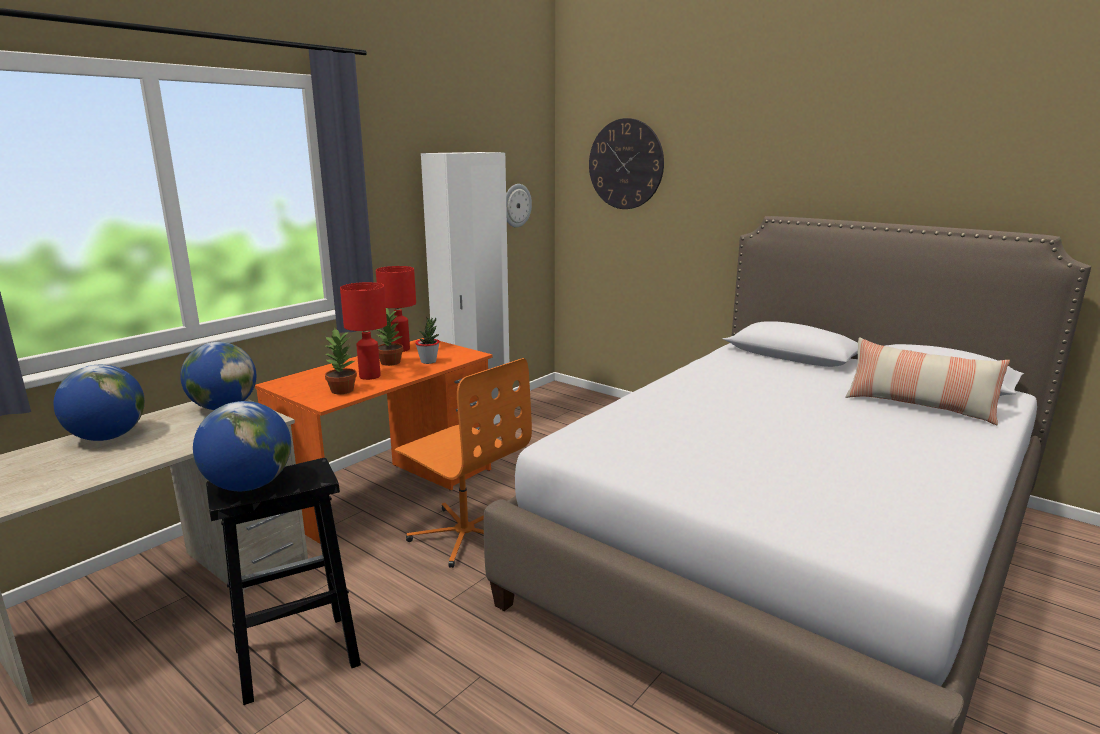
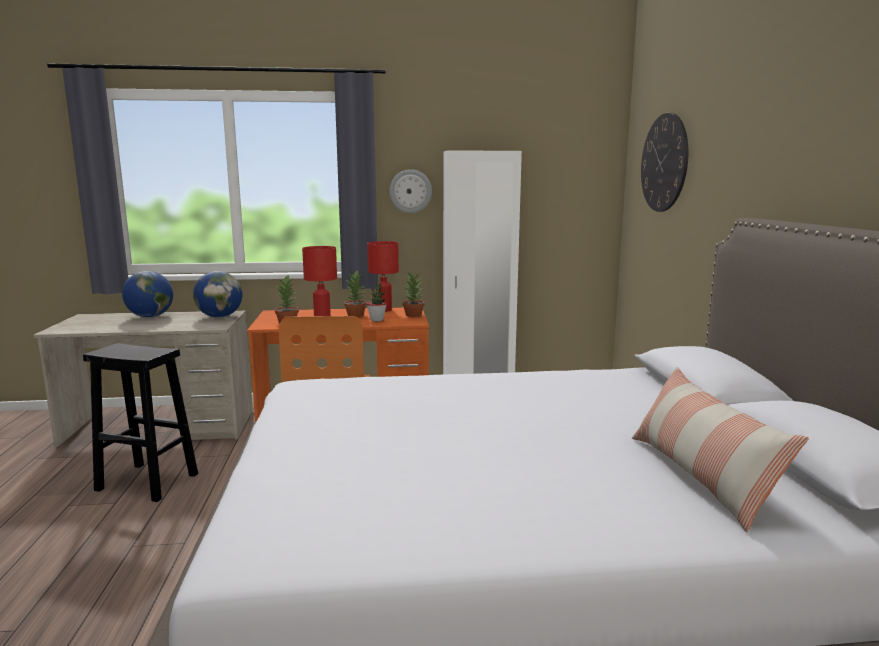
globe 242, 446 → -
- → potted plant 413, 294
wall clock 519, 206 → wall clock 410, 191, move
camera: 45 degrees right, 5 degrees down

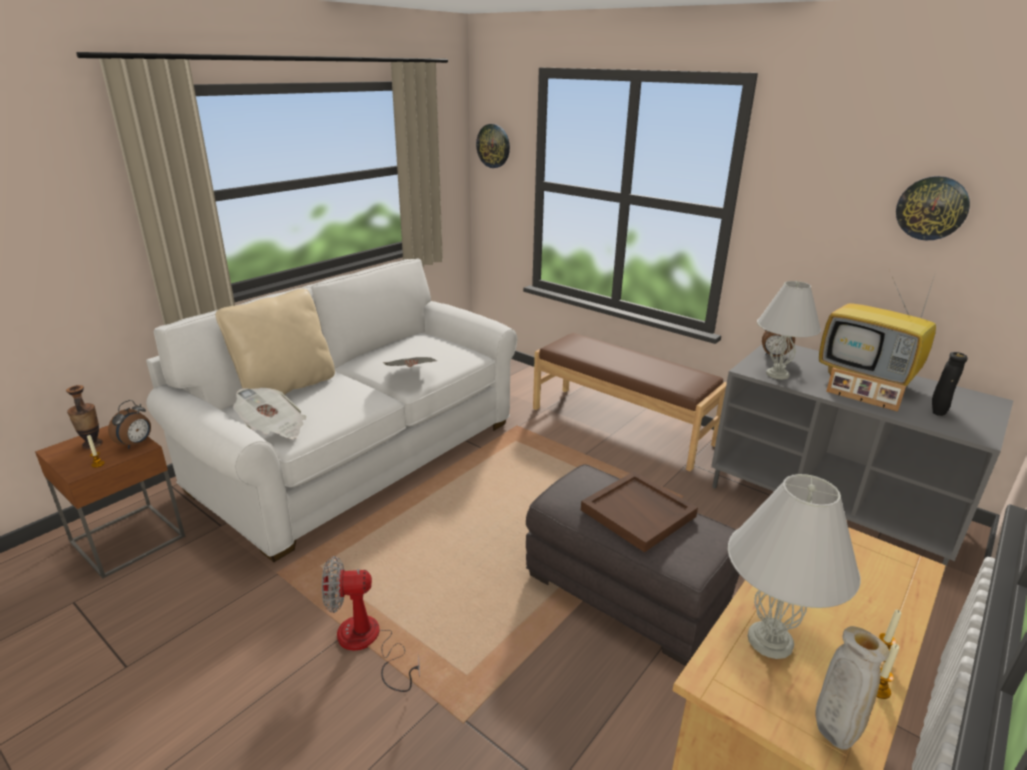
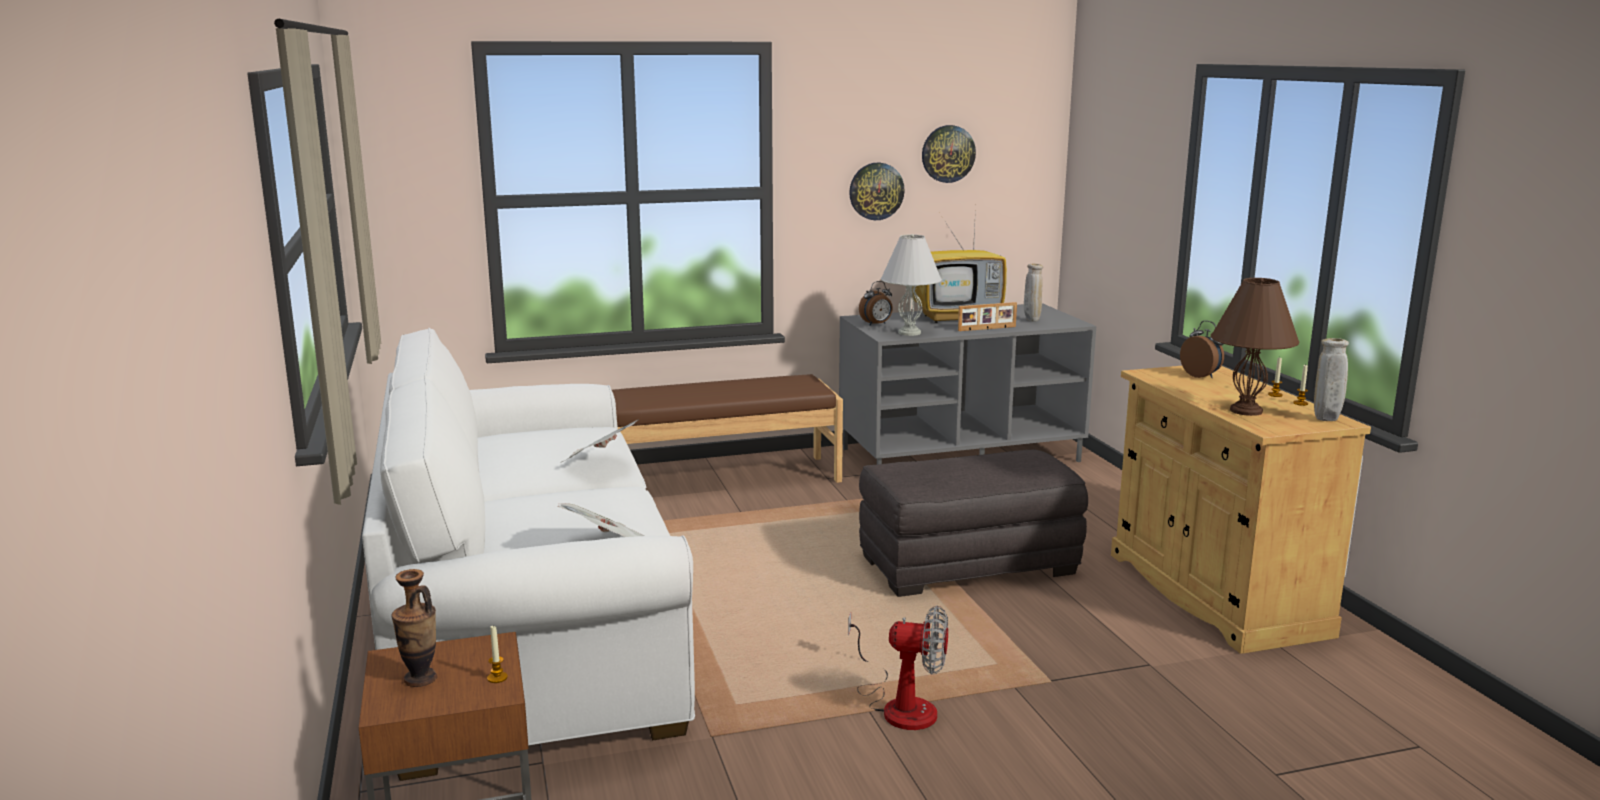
beige pillow 275, 342 → -
brown tray 639, 512 → -
alarm clock 129, 424 → alarm clock 1202, 349, move
wall clock 493, 146 → wall clock 877, 191, move
white table lamp 794, 566 → brown table lamp 1255, 347
black vase 950, 384 → beige vase 1033, 292
fan 371, 624 → fan 898, 668, 105 degrees counterclockwise
camera: 55 degrees left, 10 degrees down

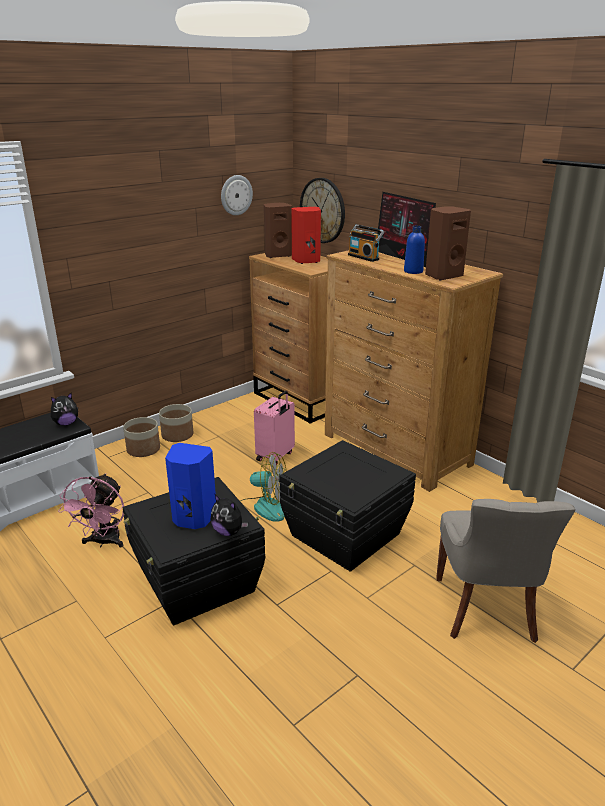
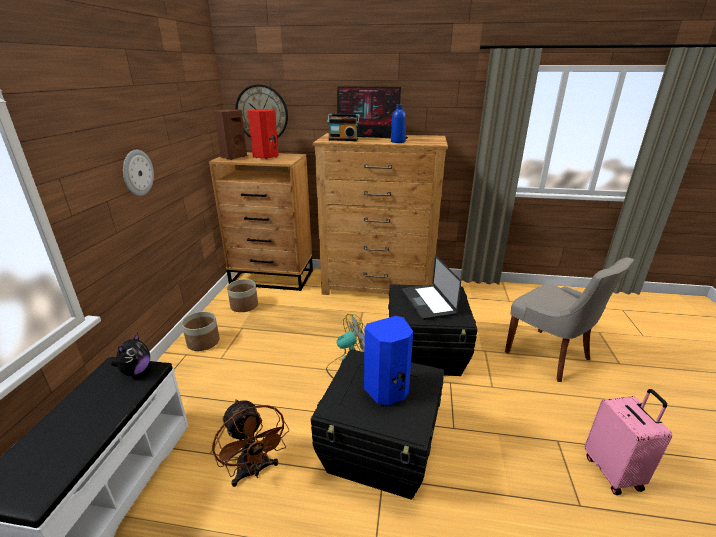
plush toy 229, 515 → -
brown speaker 448, 243 → -
- → laptop 431, 287
planter 141, 437 → planter 242, 295, move
wall clock 237, 195 → wall clock 138, 173, move
pink suitcase 274, 428 → pink suitcase 628, 442, move
pink fan 91, 510 → brown fan 250, 443
camera: 40 degrees left, 0 degrees up

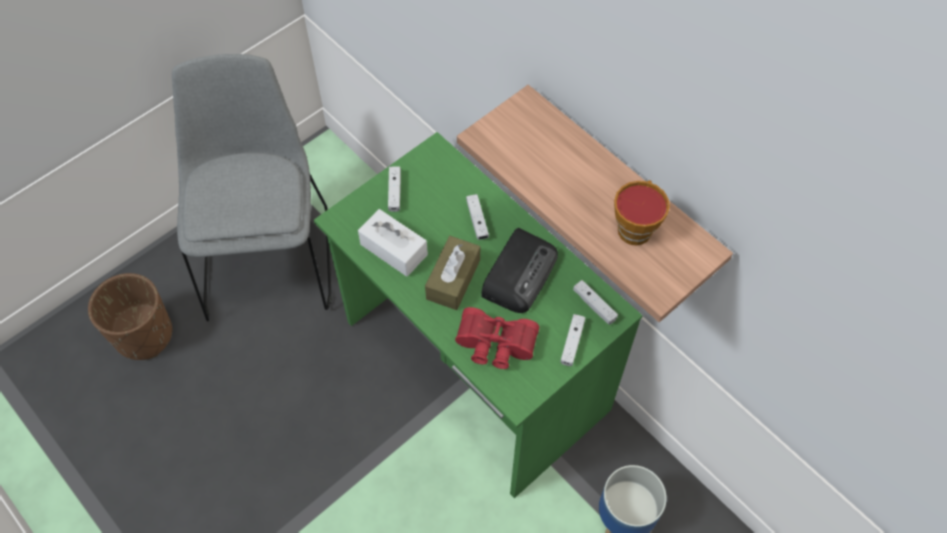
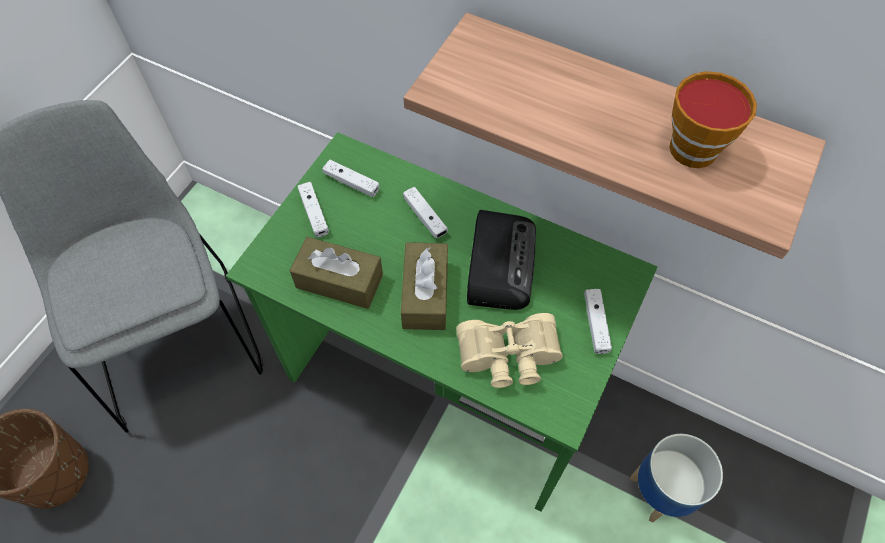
white game controller 595, 302 → white game controller 351, 178, move
white tissue box 393, 243 → brown tissue box 336, 273
red binoculars 497, 338 → beige binoculars 509, 350
camera: 20 degrees left, 0 degrees up

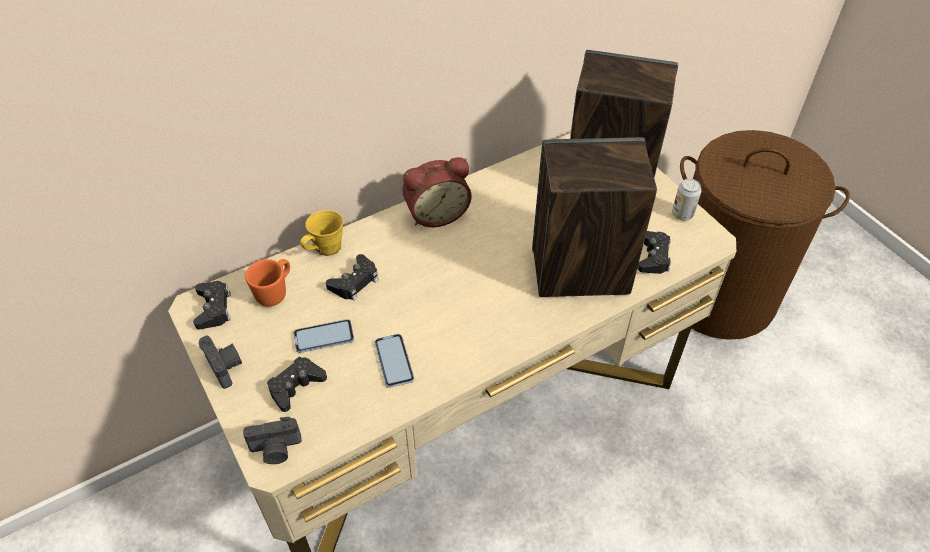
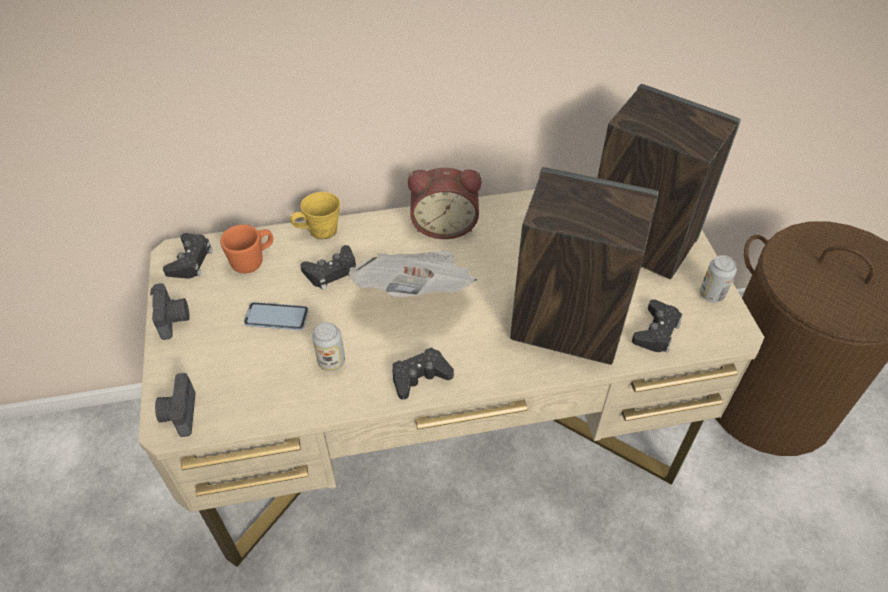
- → newspaper 413, 273
black game controller 297, 384 → black game controller 423, 373, move
phone 394, 361 → can 328, 346
photo camera 272, 440 → photo camera 175, 405, 75 degrees clockwise
camera: 20 degrees right, 0 degrees up

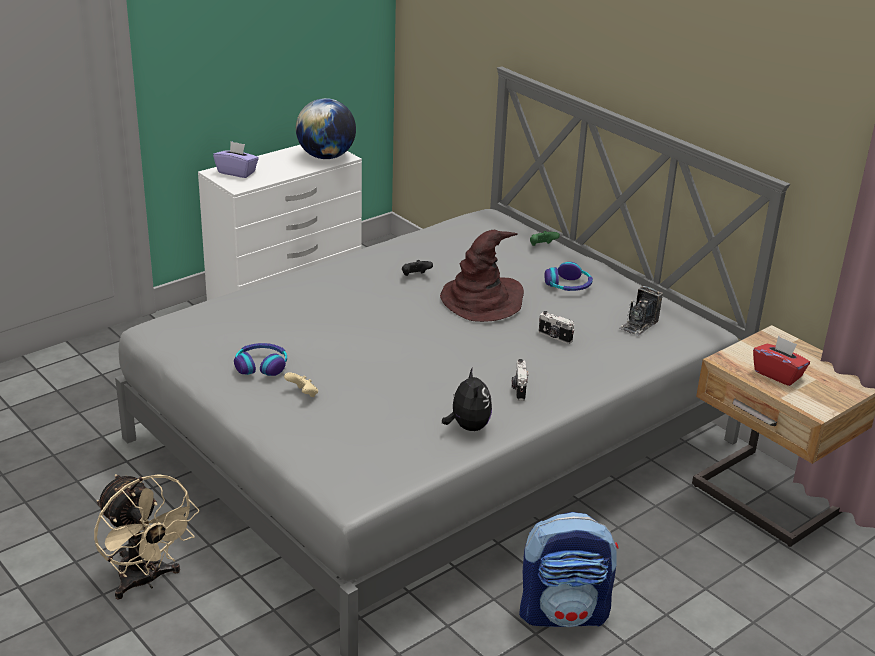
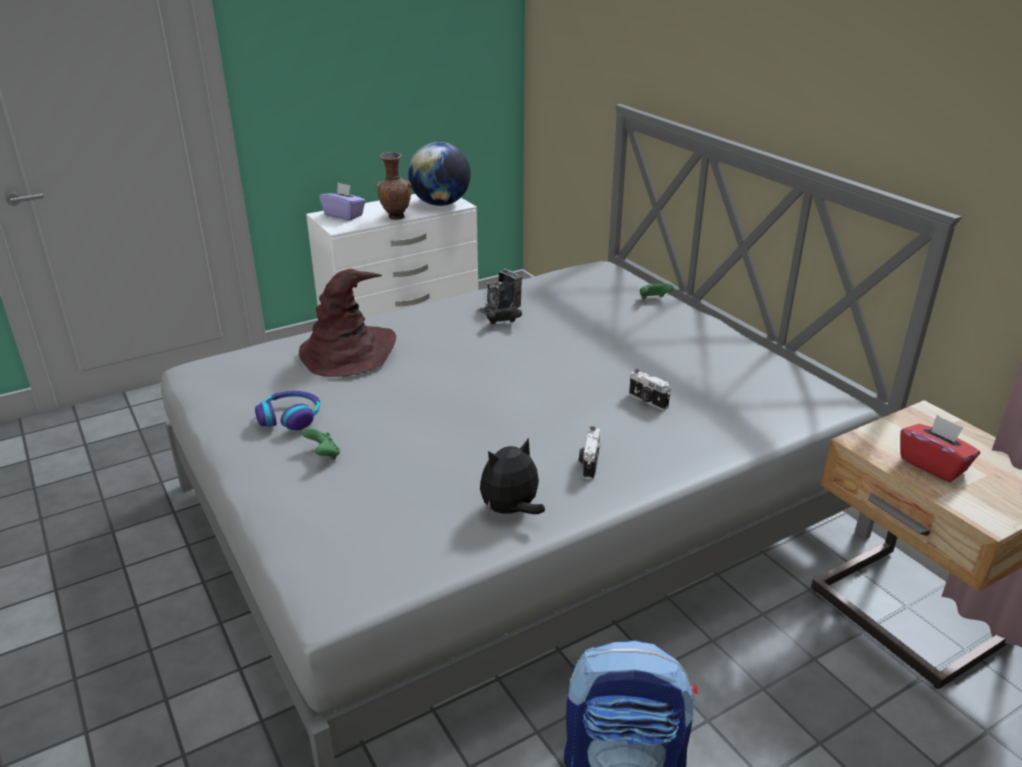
beige fan 147, 536 → -
headphones 568, 276 → -
- → brown vase 393, 186
brown hat 482, 276 → brown hat 347, 323, move
photo camera 641, 311 → photo camera 499, 292, move
beige game controller 301, 384 → green game controller 320, 444
plush toy 467, 399 → plush toy 512, 476, 120 degrees counterclockwise
camera: 10 degrees right, 0 degrees up

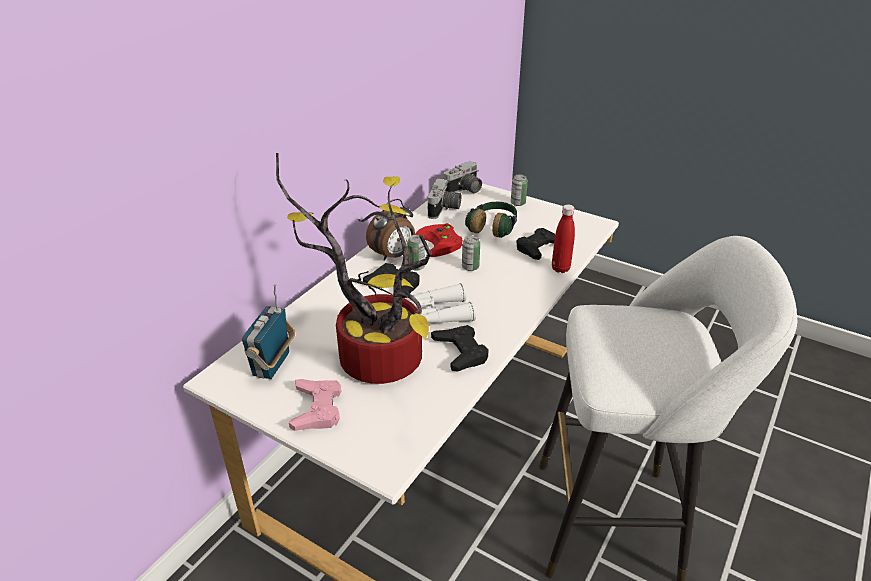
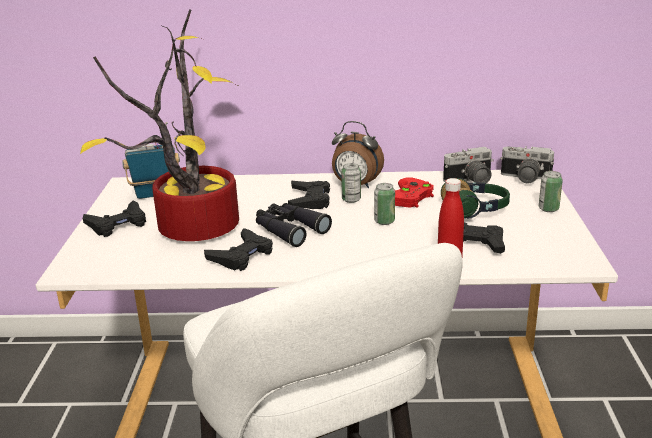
pink game controller 315, 405 → black game controller 114, 219
white binoculars 443, 303 → black binoculars 294, 225
camera: 60 degrees right, 10 degrees down

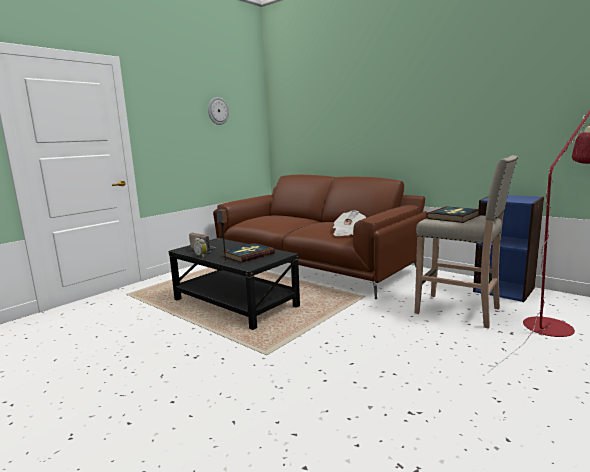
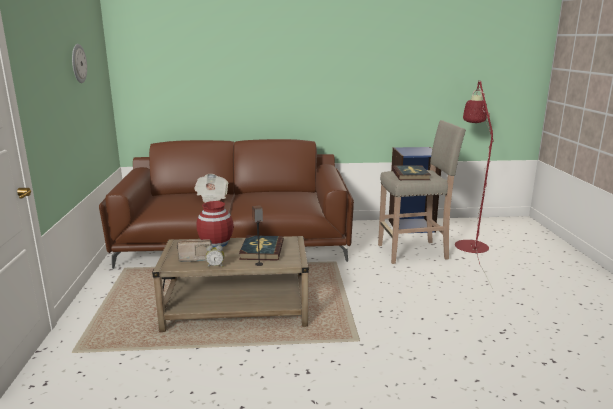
- → red vase 215, 224
newspaper 349, 223 → newspaper 211, 188, move
black coffee table 234, 284 → beige coffee table 230, 284
camera: 45 degrees left, 5 degrees up

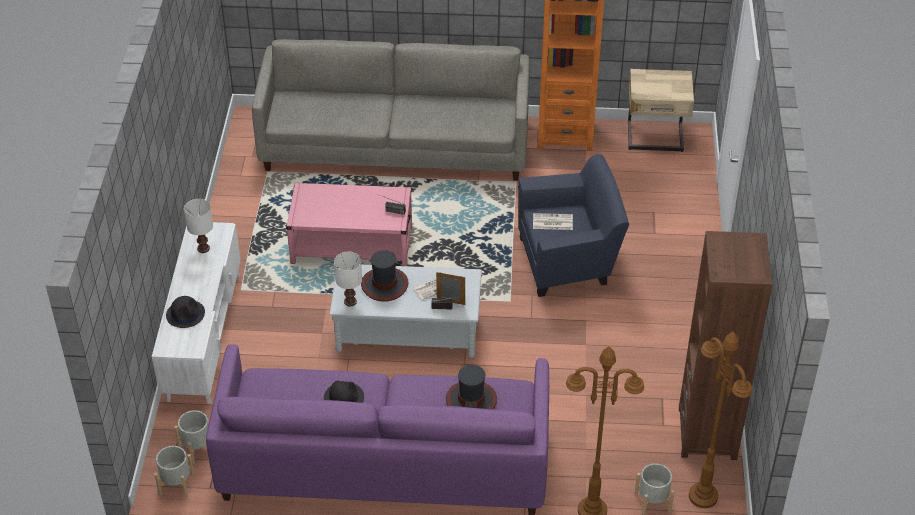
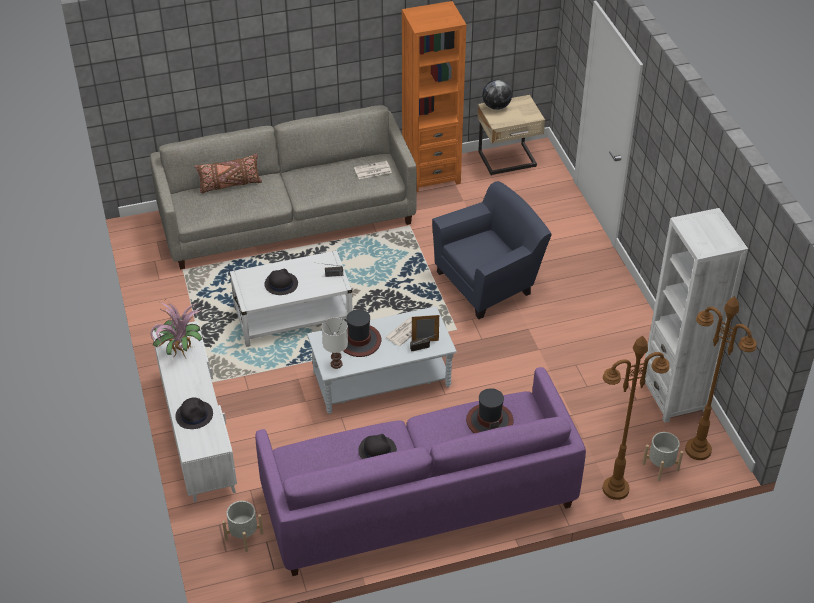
grey planter 174, 472 → -
- → brown pillow 228, 173
- → black hat 281, 282
- → globe 497, 95
newspaper 553, 221 → newspaper 373, 170, move
white table lamp 198, 226 → potted plant 176, 328
pink coffee table 349, 224 → white coffee table 291, 298
brown bookcase 726, 345 → white bookcase 696, 315
camera: 20 degrees left, 0 degrees up

